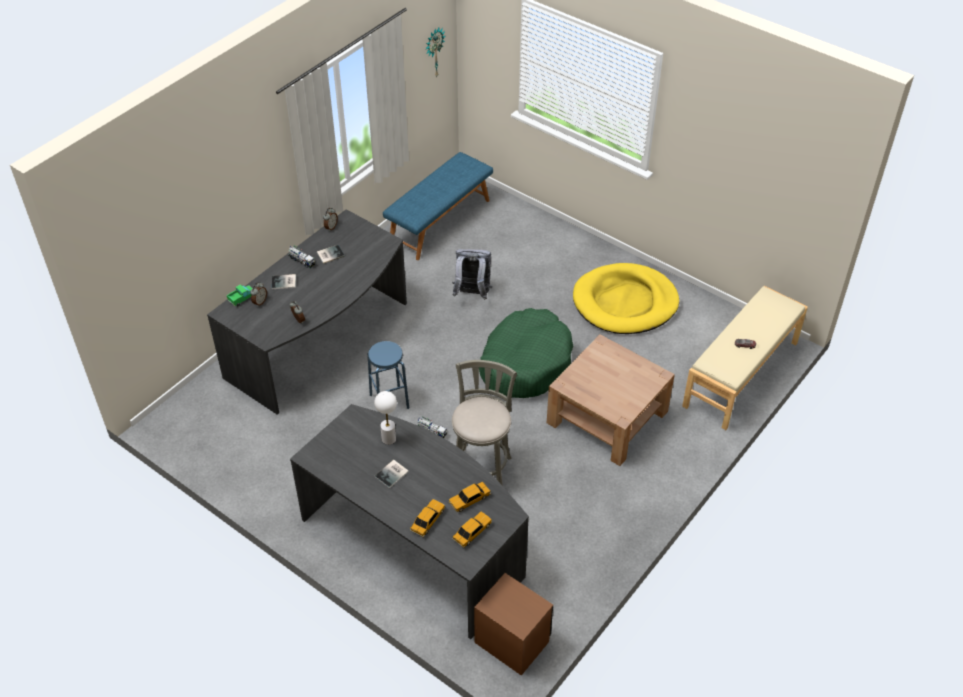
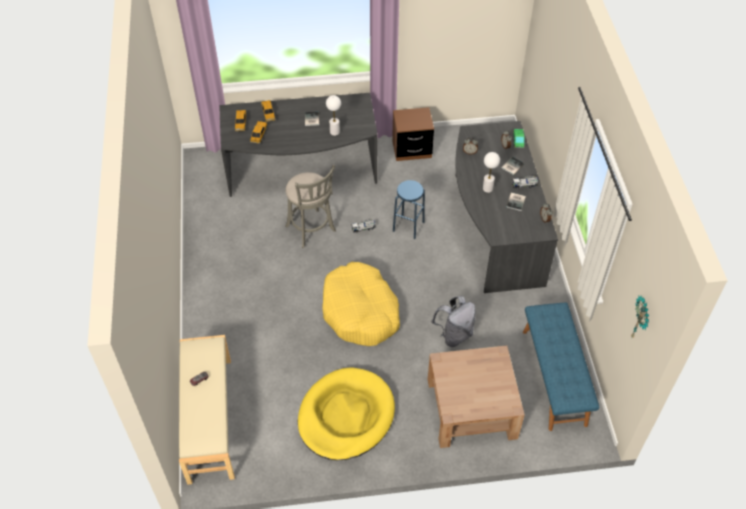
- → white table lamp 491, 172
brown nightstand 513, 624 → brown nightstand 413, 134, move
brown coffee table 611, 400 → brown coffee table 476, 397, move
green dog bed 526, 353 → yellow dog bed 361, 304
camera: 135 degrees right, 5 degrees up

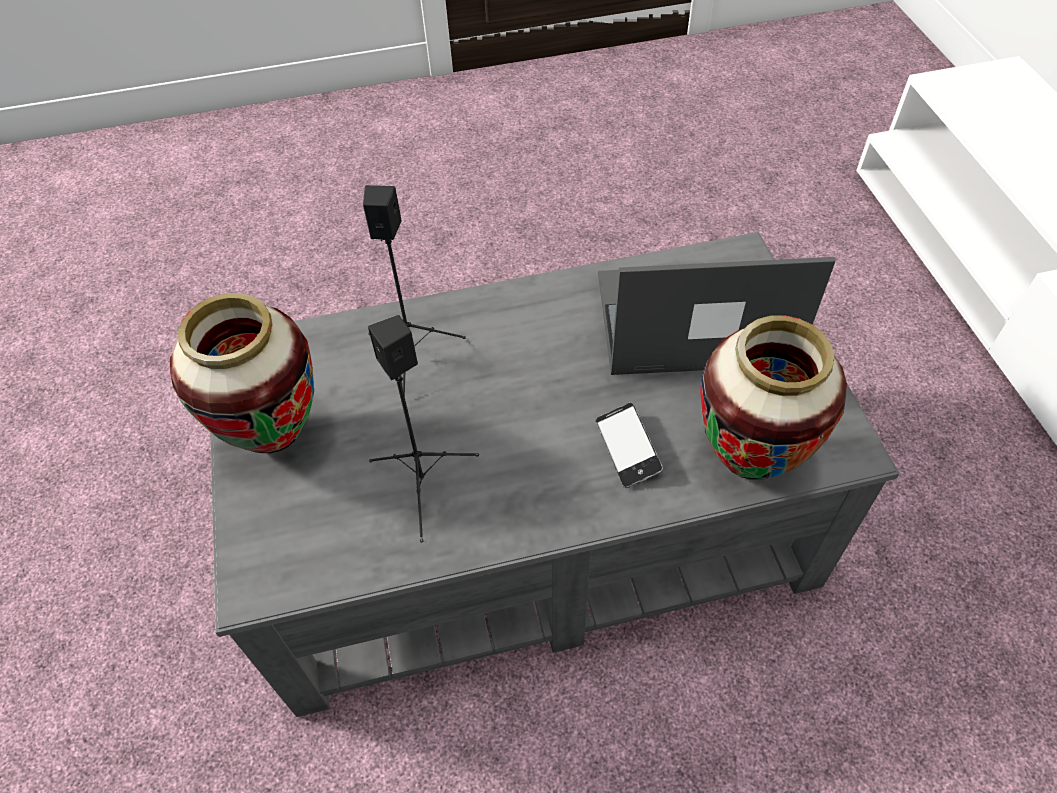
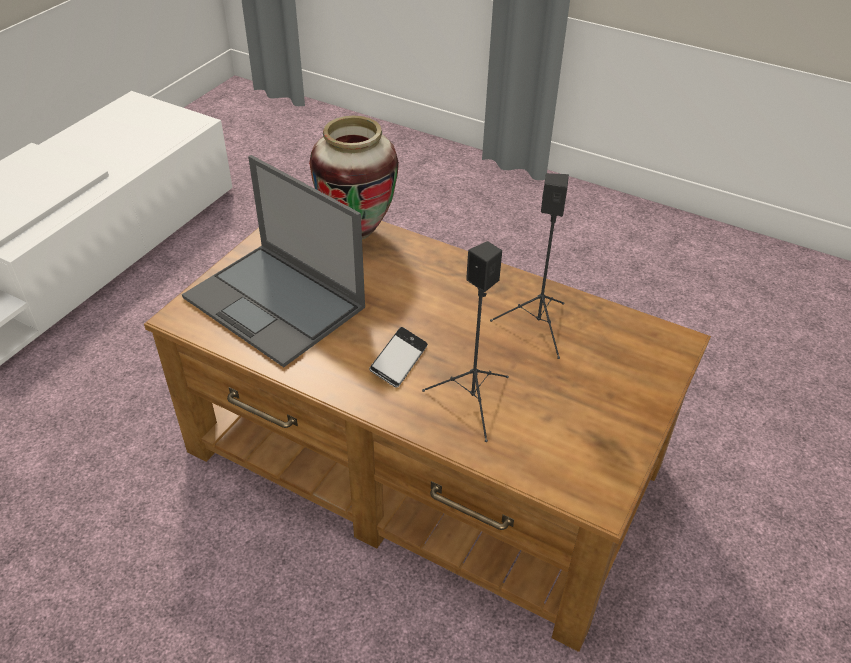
vase 242, 373 → -
phone 629, 445 → phone 398, 357, move
grey coffee table 555, 474 → brown coffee table 427, 436
camera: 140 degrees left, 10 degrees down

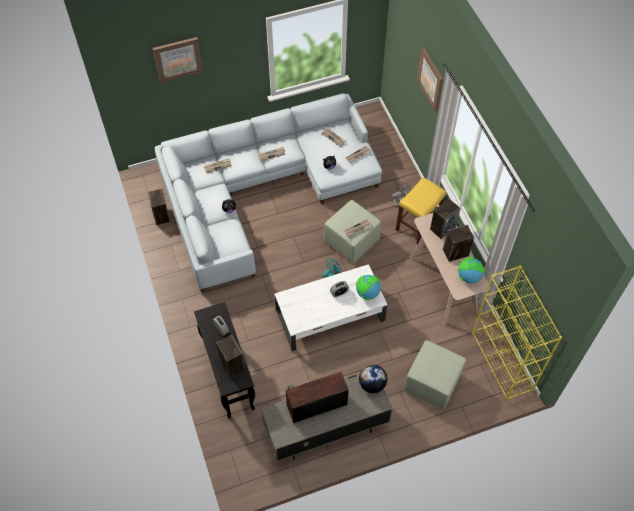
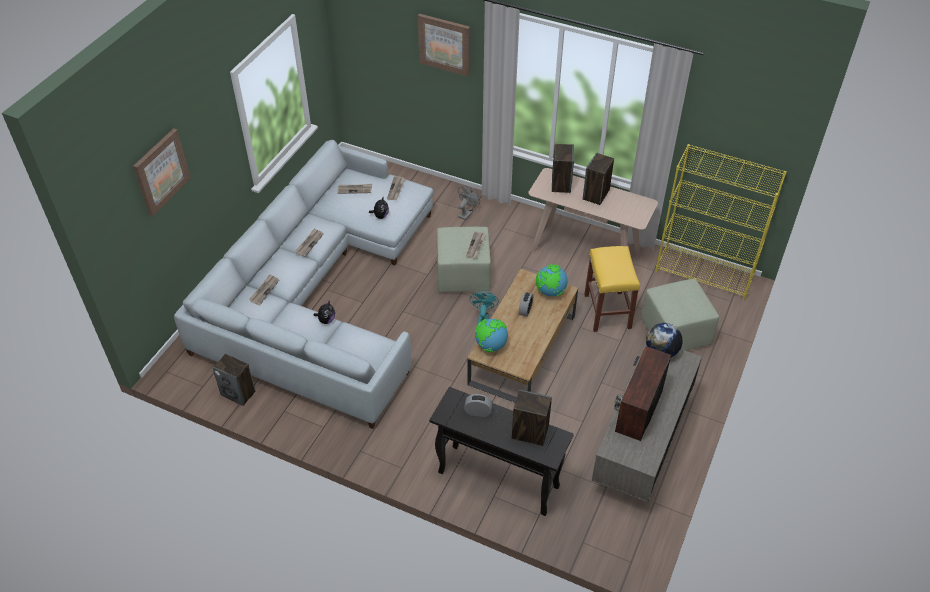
yellow stool 421, 210 → yellow stool 612, 289, move
globe 471, 270 → globe 491, 335, move
white coffee table 331, 307 → brown coffee table 522, 335
camera: 45 degrees left, 10 degrees down

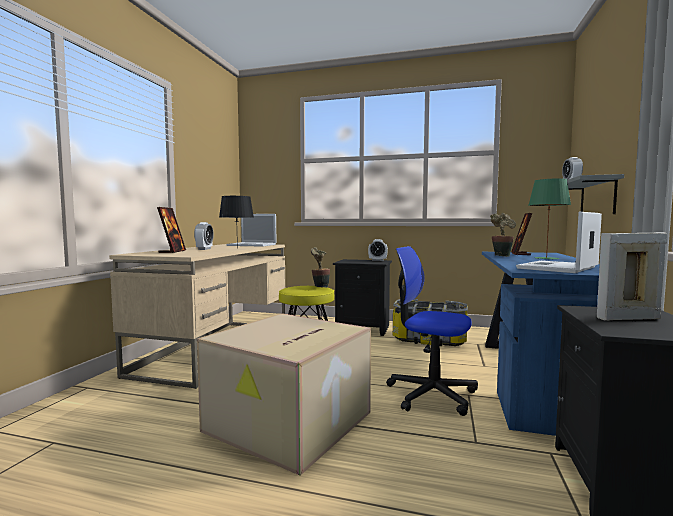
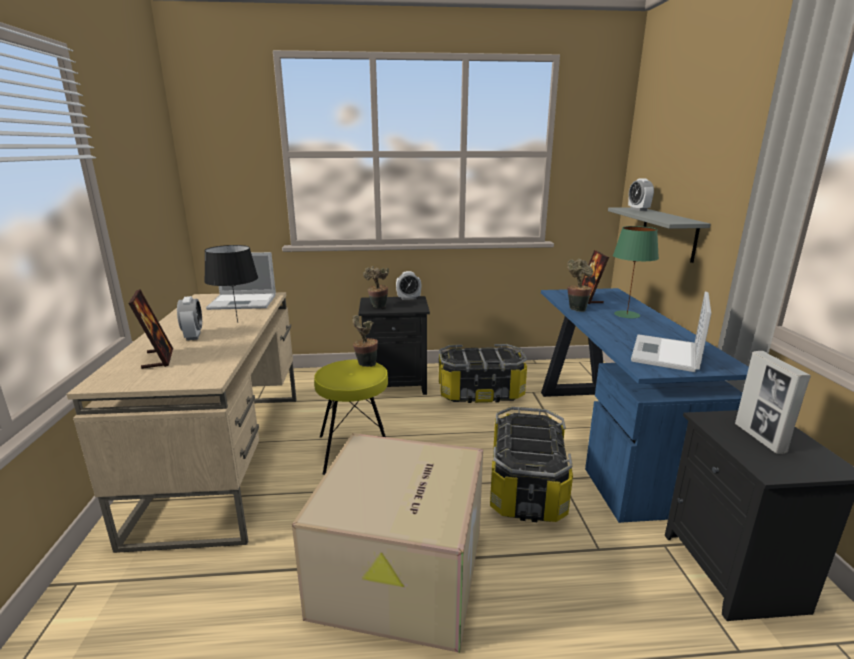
- → potted plant 376, 287
office chair 432, 331 → storage box 531, 464
picture frame 632, 276 → picture frame 773, 402, 75 degrees counterclockwise
camera: 20 degrees left, 15 degrees up

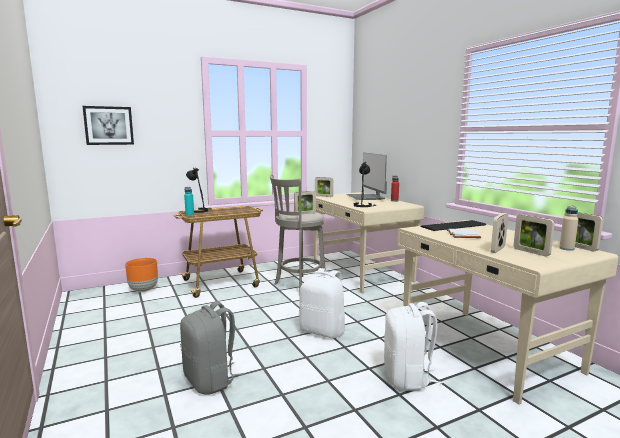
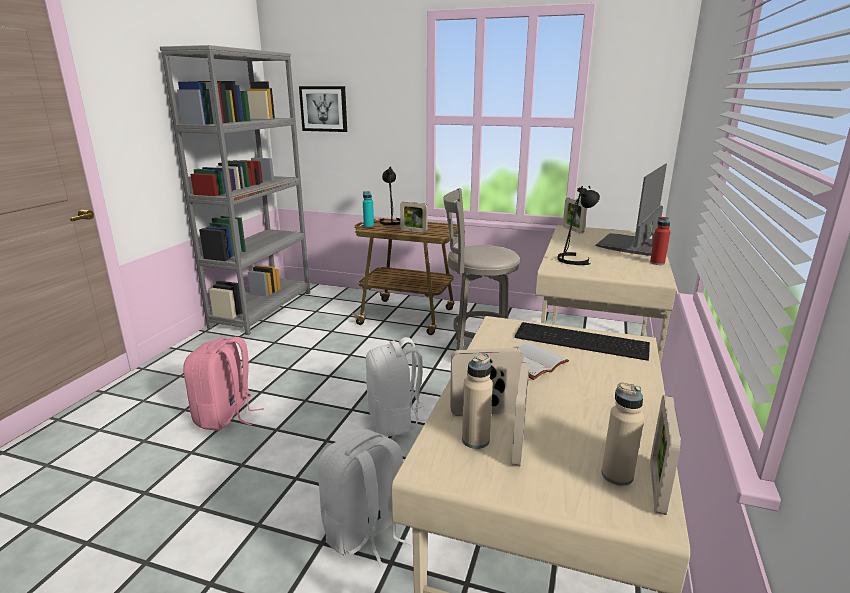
orange planter 141, 275 → -
- → grey bookcase 234, 190
- → beige bottle 477, 401
picture frame 305, 202 → picture frame 413, 217, move
grey backpack 212, 348 → pink backpack 223, 384
camera: 45 degrees right, 10 degrees up

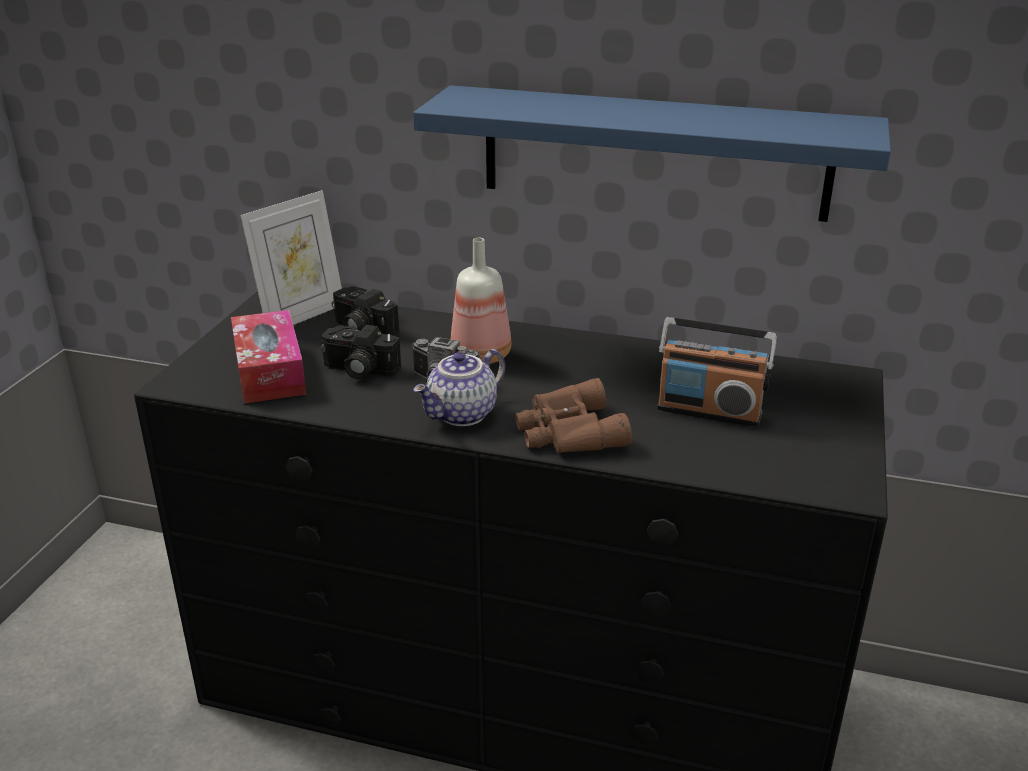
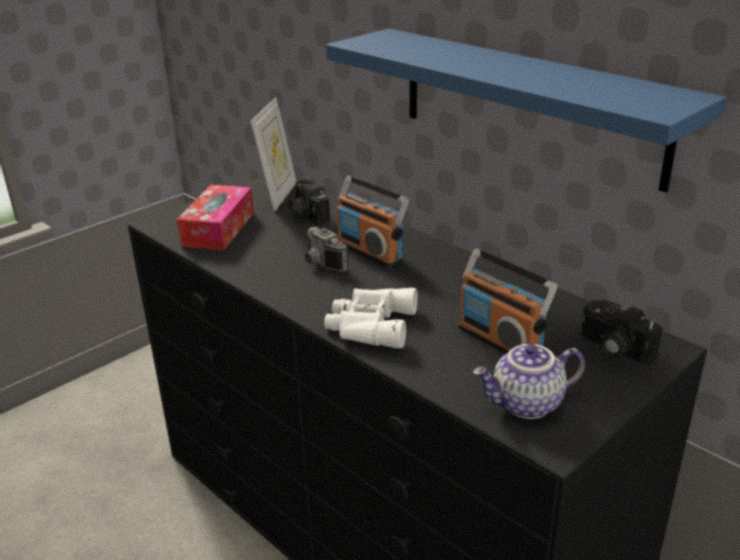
photo camera 361, 352 → photo camera 621, 331, move
teapot 459, 387 → teapot 529, 381, move
bottle 481, 301 → radio 373, 222
brown binoculars 573, 415 → white binoculars 371, 317
picture frame 291, 257 → picture frame 274, 154, 60 degrees counterclockwise
camera: 30 degrees right, 0 degrees up

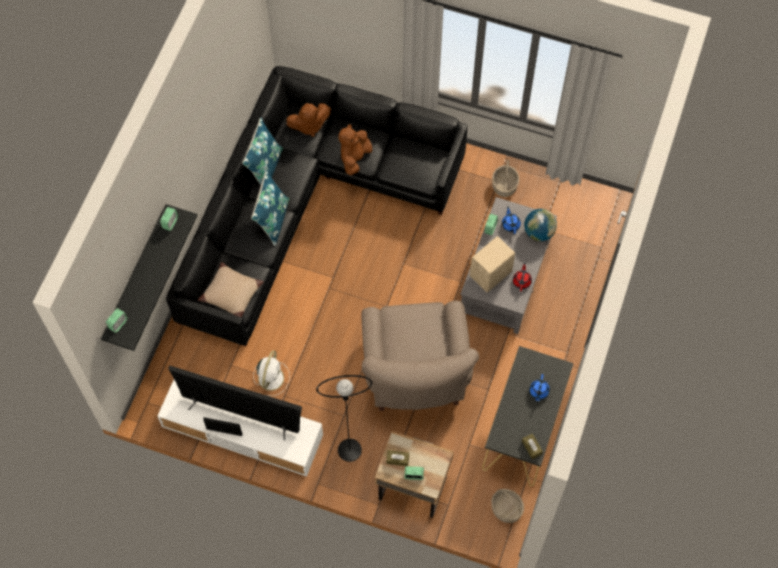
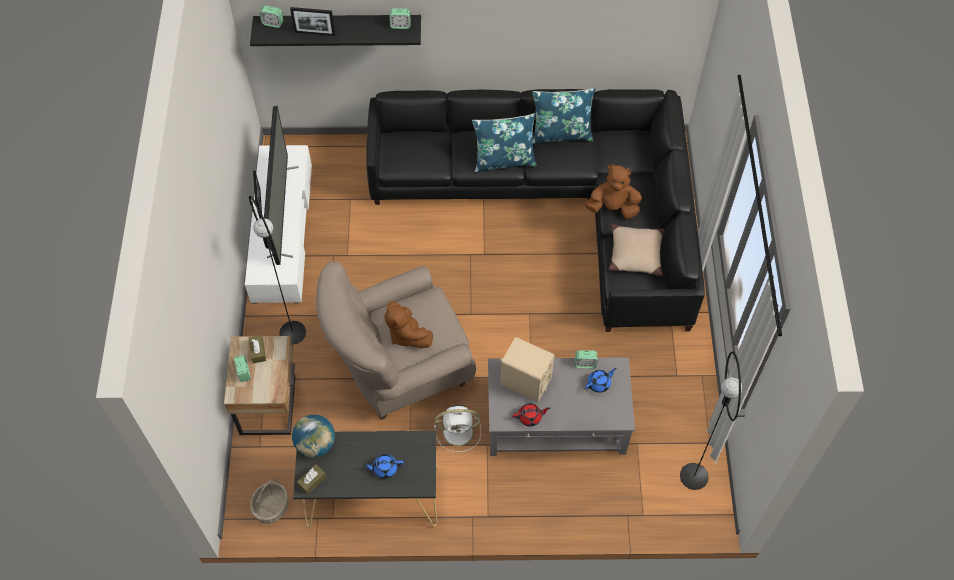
basket 505, 178 → -
- → picture frame 312, 21
- → black floor lamp 711, 421
beige pillow 231, 290 → beige pillow 636, 250, move
white fan 271, 373 → white fan 457, 428, move
brown plush toy 308, 120 → brown plush toy 409, 324, move
globe 540, 225 → globe 313, 436, move
camera: 70 degrees right, 5 degrees down

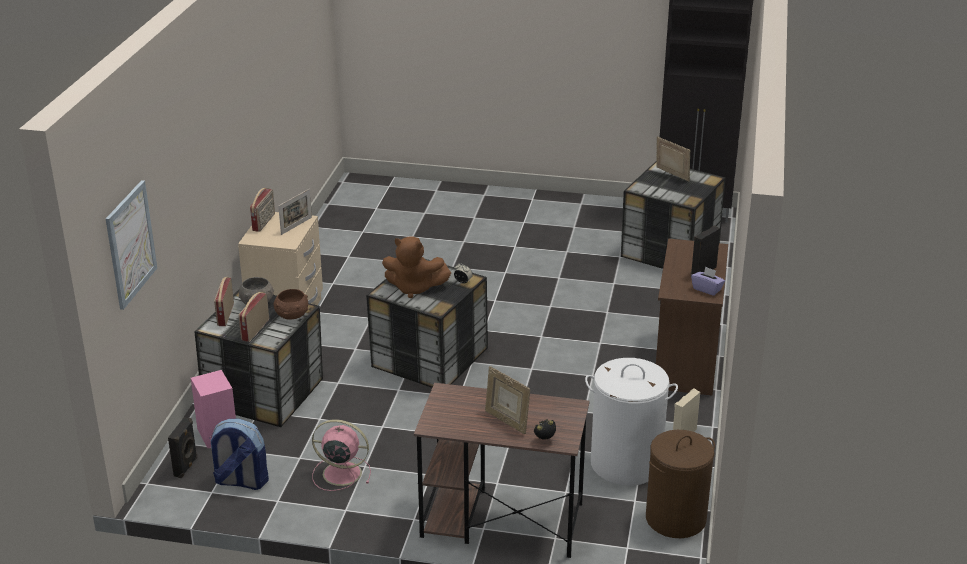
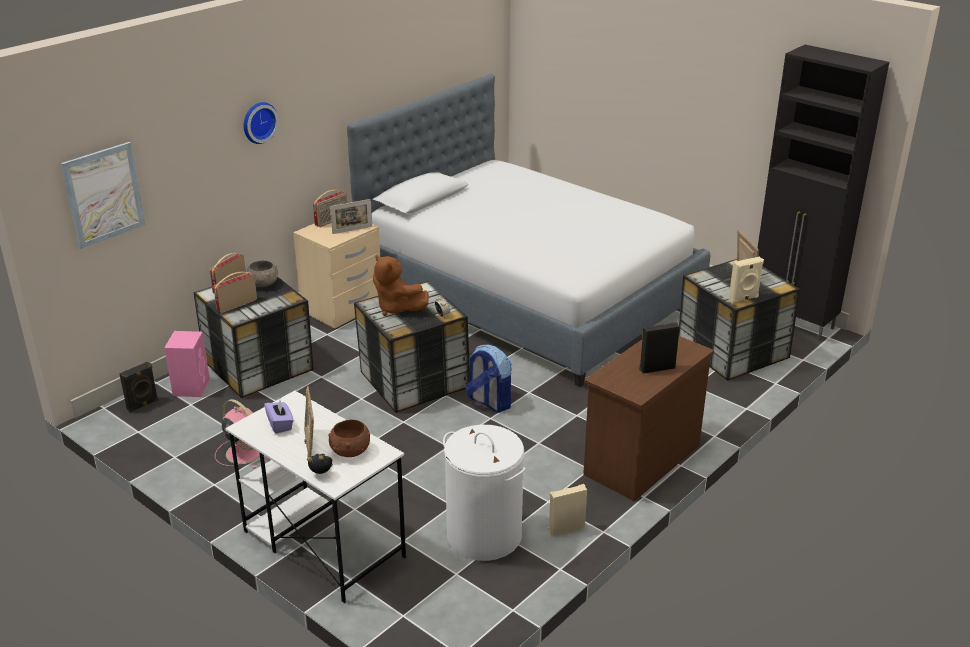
brown laundry basket 680, 484 → -
- → wall clock 261, 123
- → bed 528, 230
- → beige speaker 746, 280
backpack 239, 454 → backpack 488, 378, move
brown bowl 291, 304 → brown bowl 349, 438, move
purple tissue box 708, 281 → purple tissue box 279, 417, move
brown desk 502, 470 → white desk 315, 496
camera: 30 degrees right, 0 degrees up

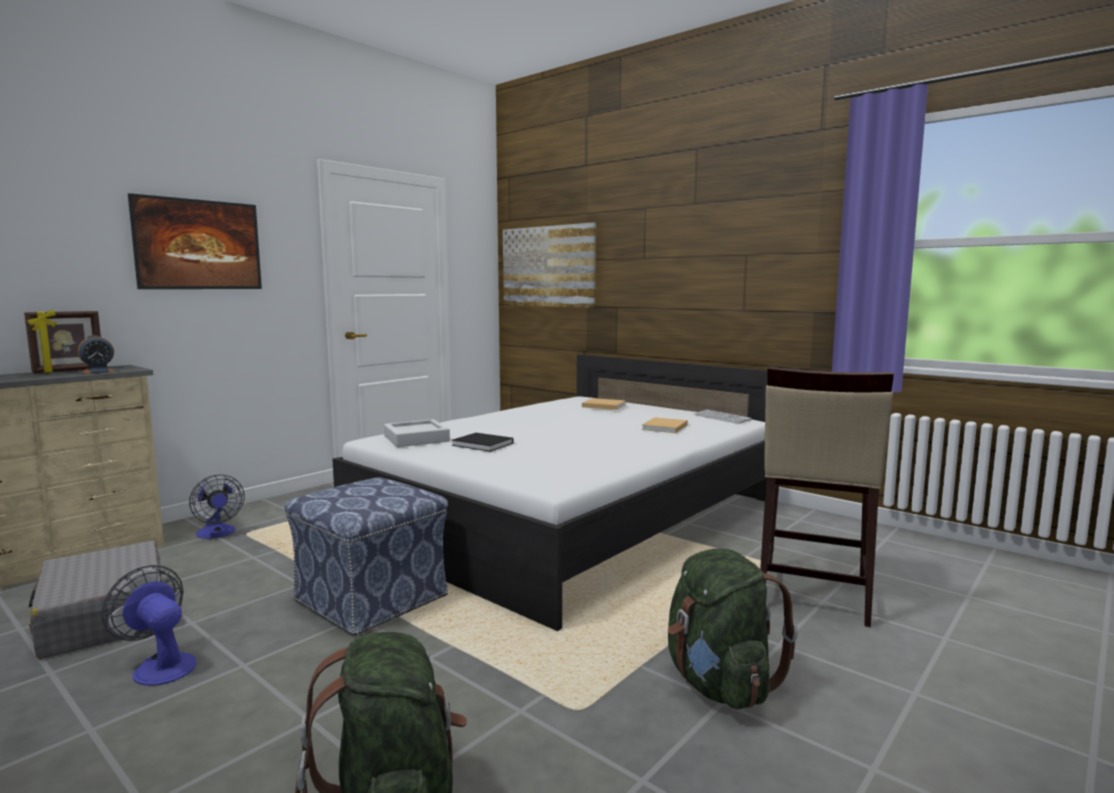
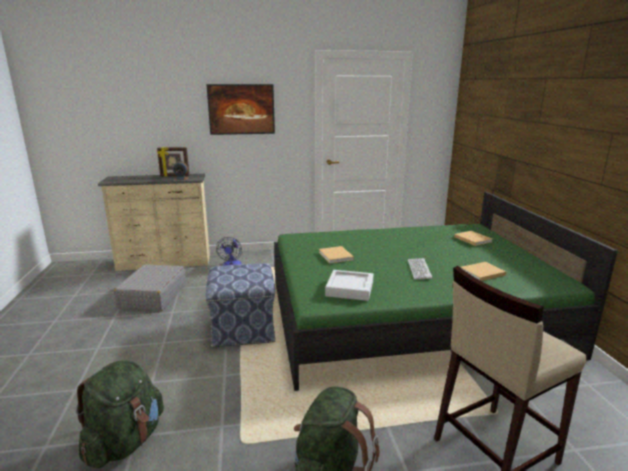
fan 149, 625 → -
picture 549, 265 → -
grey tray 417, 433 → grey tray 349, 285, move
keyboard 723, 417 → keyboard 420, 268, move
white bed 550, 492 → green bed 446, 291
black book 482, 442 → beige book 336, 255
camera: 40 degrees right, 10 degrees up

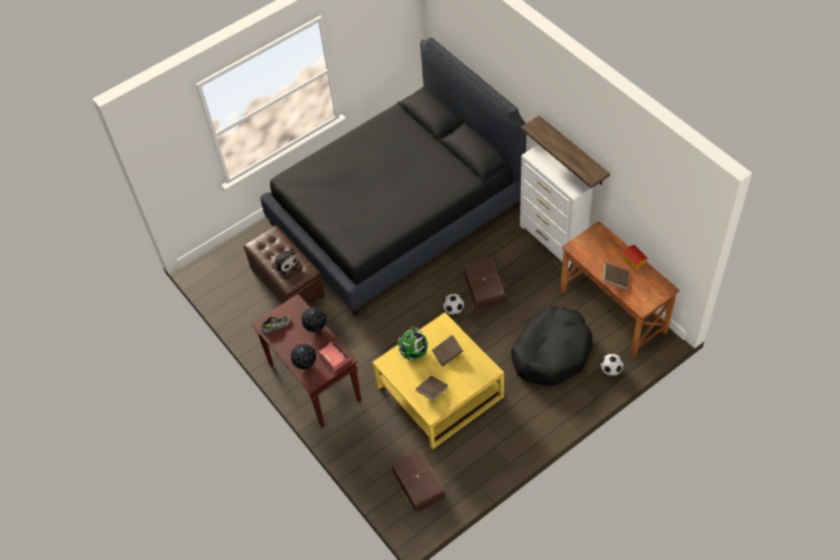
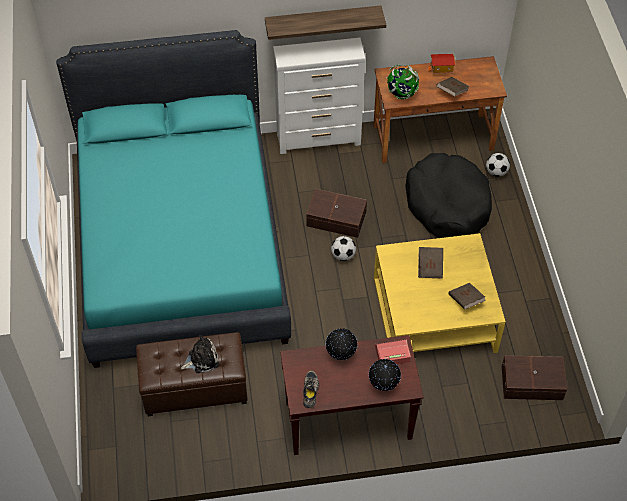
globe 413, 344 → globe 403, 81, move
black bed 393, 177 → turquoise bed 173, 199
camera: 65 degrees left, 0 degrees up

